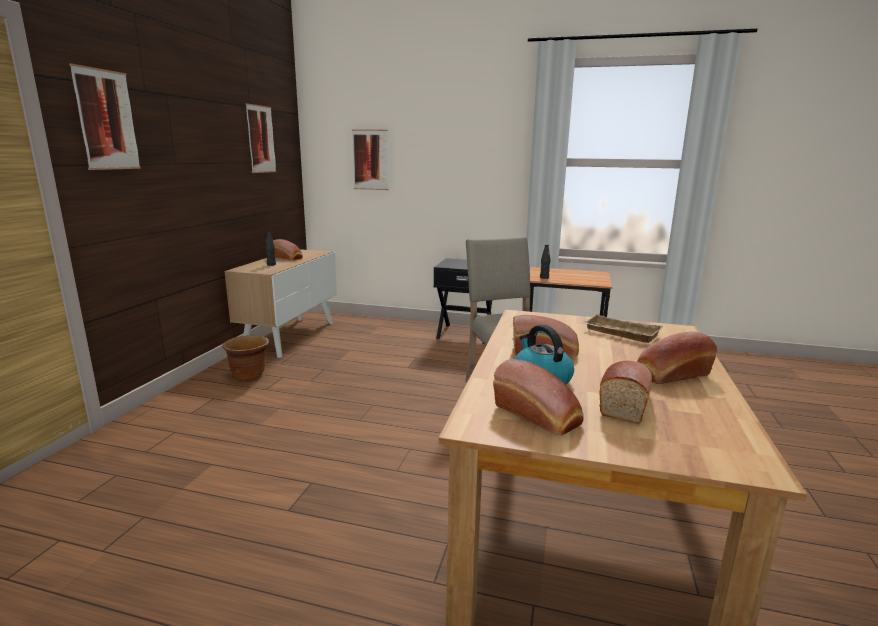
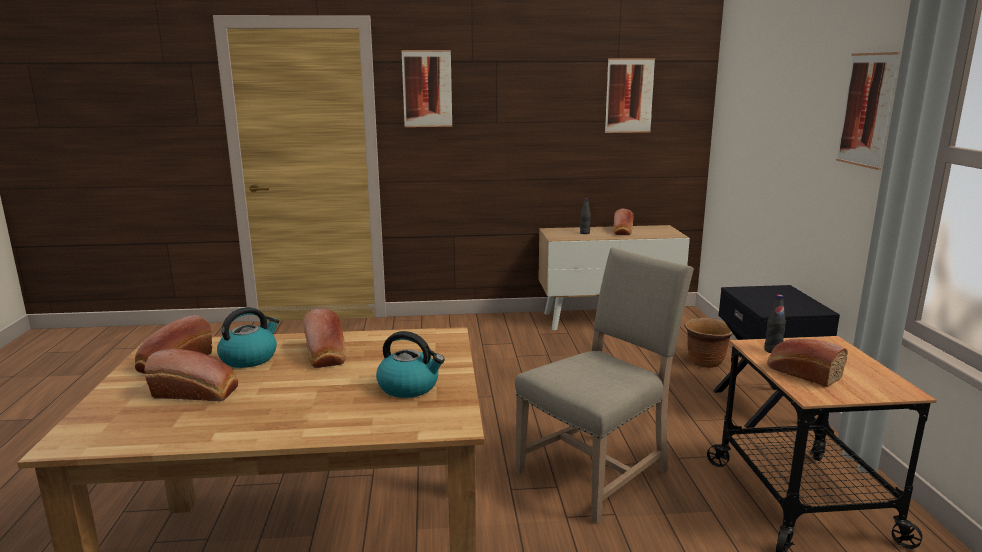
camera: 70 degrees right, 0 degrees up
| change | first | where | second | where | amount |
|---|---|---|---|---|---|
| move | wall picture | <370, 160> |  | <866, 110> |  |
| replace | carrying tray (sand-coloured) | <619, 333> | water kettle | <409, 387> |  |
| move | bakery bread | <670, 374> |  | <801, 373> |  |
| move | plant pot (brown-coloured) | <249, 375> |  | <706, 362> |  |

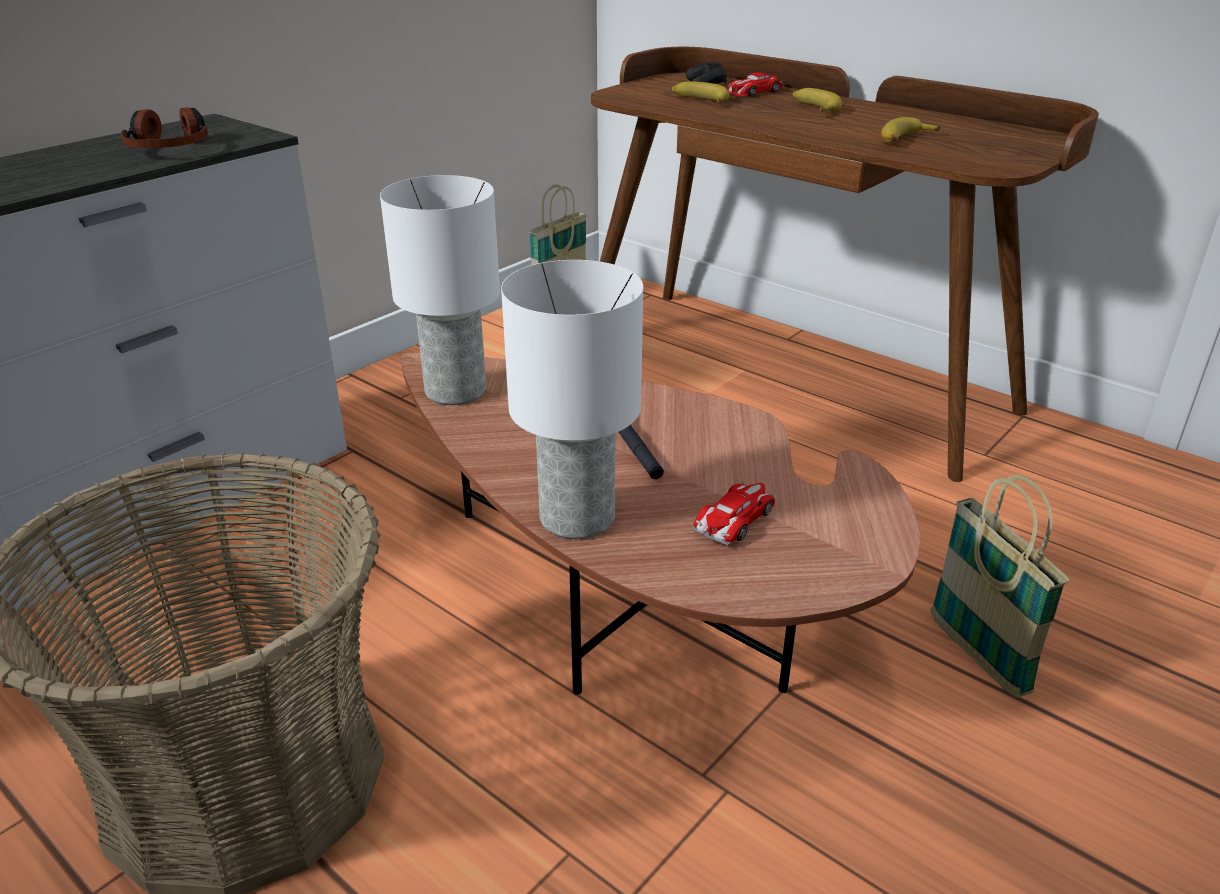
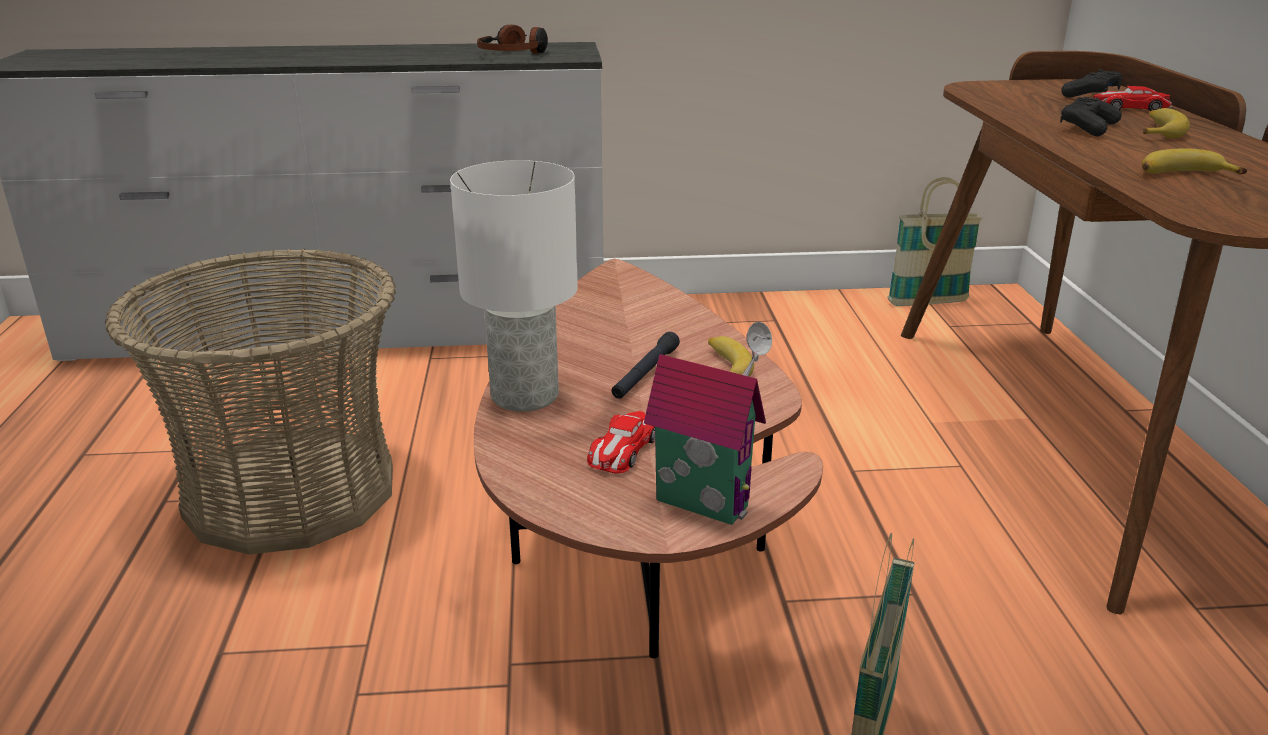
camera: 45 degrees right, 5 degrees down
| change | first | where | second | where | amount |
|---|---|---|---|---|---|
| move | banana | <699, 100> |  | <724, 367> |  |
| delete | table lamp (white) | <453, 391> |  |  |  |
| rotate | toy car | <735, 519> |  | <623, 449> | 120 degrees clockwise |
| insert |  |  | joypad (blackish) | <1088, 128> |  |
| insert |  |  | miniature house | <705, 500> |  |

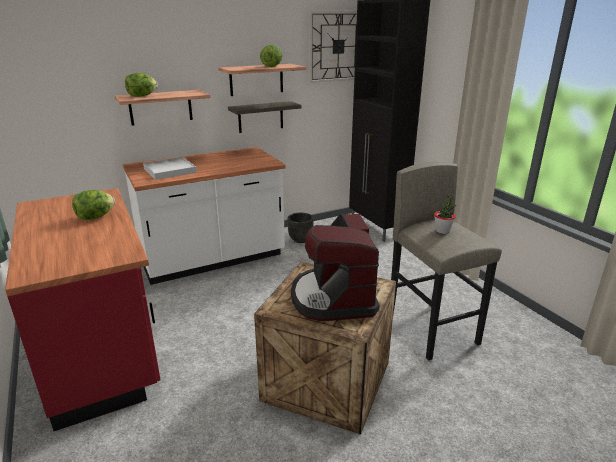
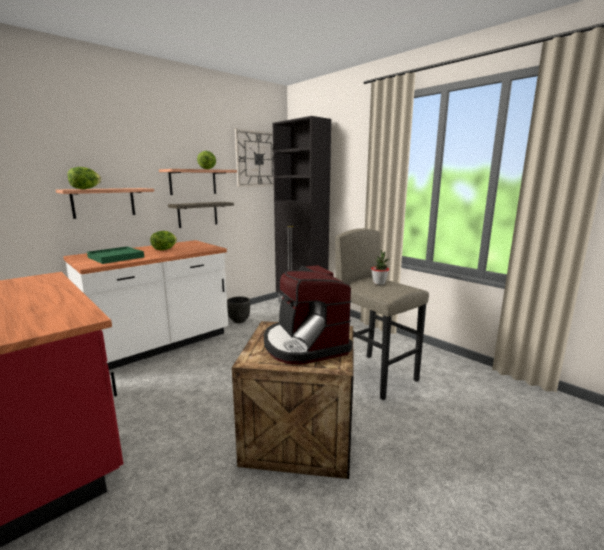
camera: 15 degrees left, 10 degrees down
| change | first | where | second | where | amount |
|---|---|---|---|---|---|
| recolor | carrying tray (white) | <169, 170> | carrying tray (green-coloured) | <116, 257> |  |
| move | lettuce head | <95, 217> |  | <164, 249> |  |

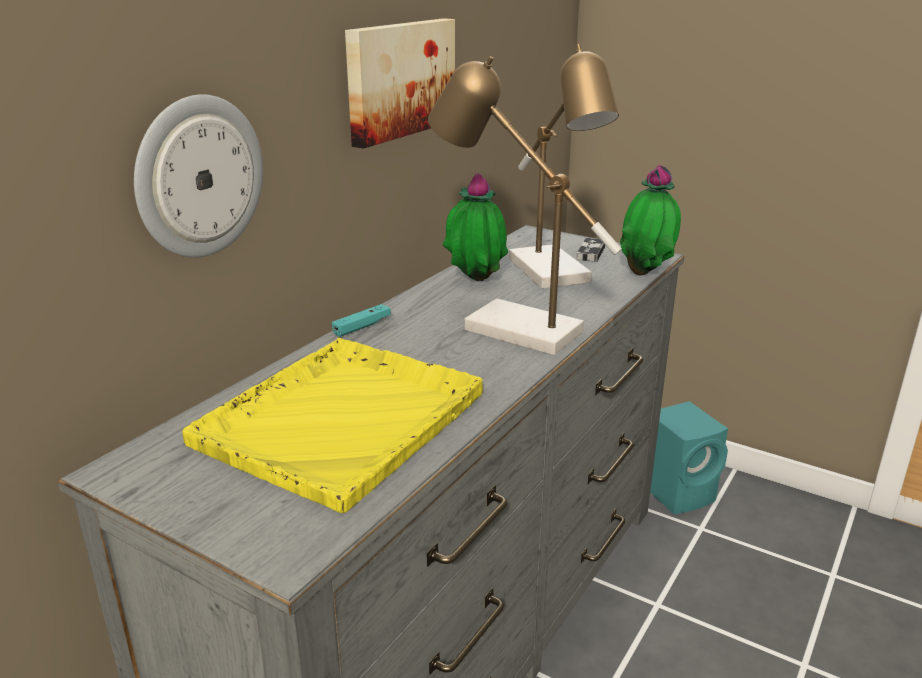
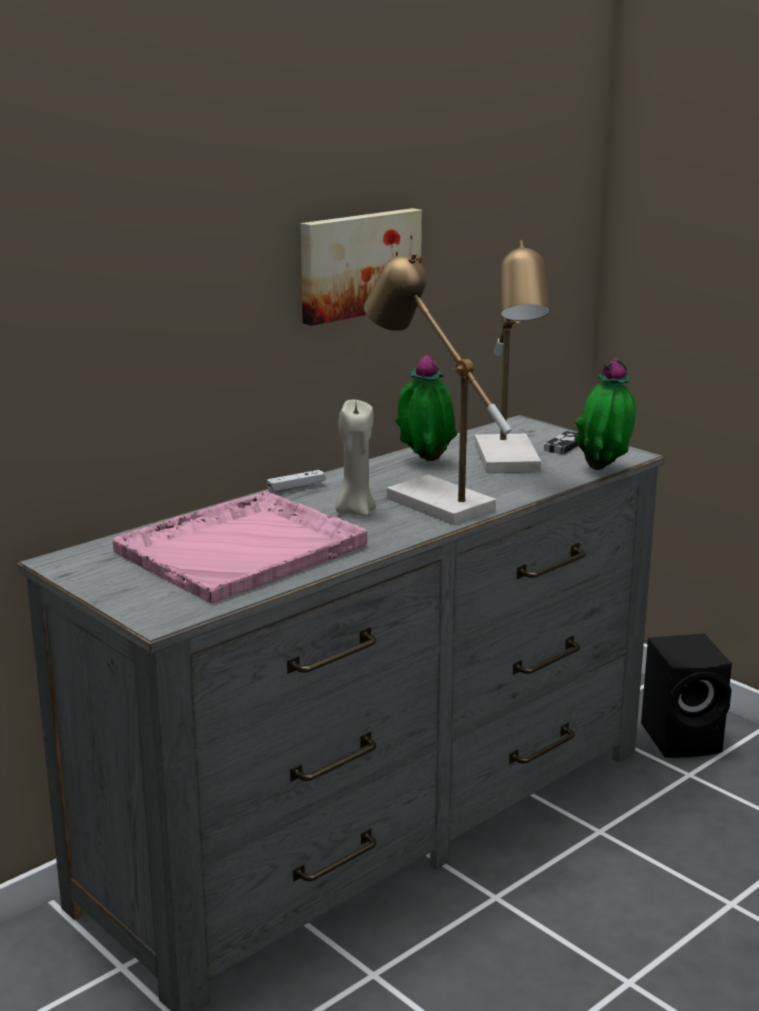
camera: 15 degrees right, 5 degrees down
| change | first | where | second | where | amount |
|---|---|---|---|---|---|
| delete | wall clock | <199, 177> |  |  |  |
| recolor | joypad (turquoise-coloured) | <362, 326> | joypad (white) | <296, 488> |  |
| recolor | carrying tray (yellow) | <344, 418> | carrying tray (pinkish) | <243, 548> |  |
| recolor | audio speaker (turquoise-coloured) | <679, 492> | audio speaker (blackish) | <684, 738> |  |
| insert |  |  | wax light (sand-coloured) | <355, 511> |  |

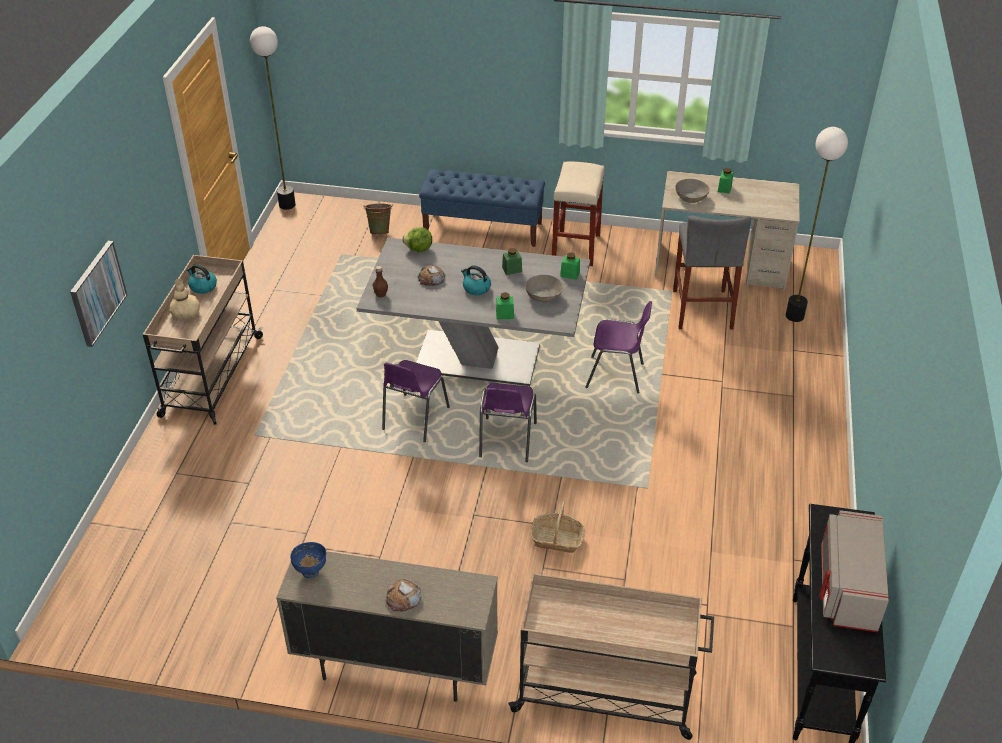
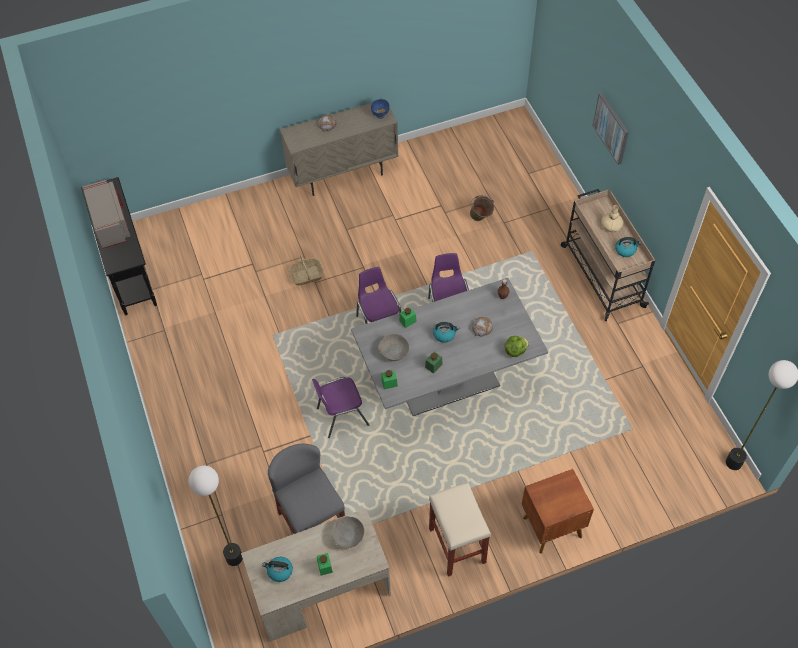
camera: 150 degrees right, 15 degrees up
| change | first | where | second | where | amount |
|---|---|---|---|---|---|
| replace | long seat (blue) | <483, 228> | bedside table (brown-coloured) | <551, 526> |  |
| move | pail (green-coloured) | <380, 231> |  | <480, 219> |  |
| delete | cart (sand-coloured) | <606, 693> |  |  |  |
| insert |  |  | water kettle | <279, 571> |  |

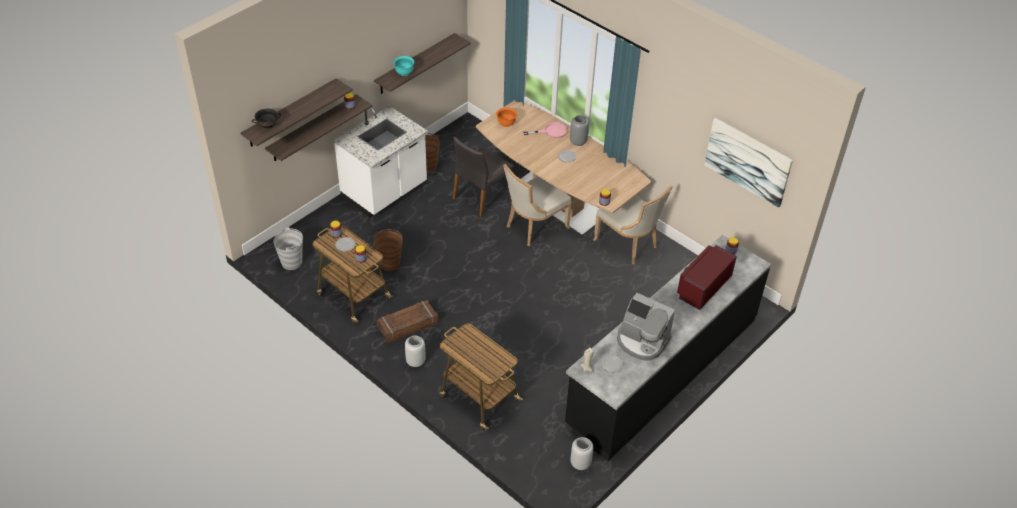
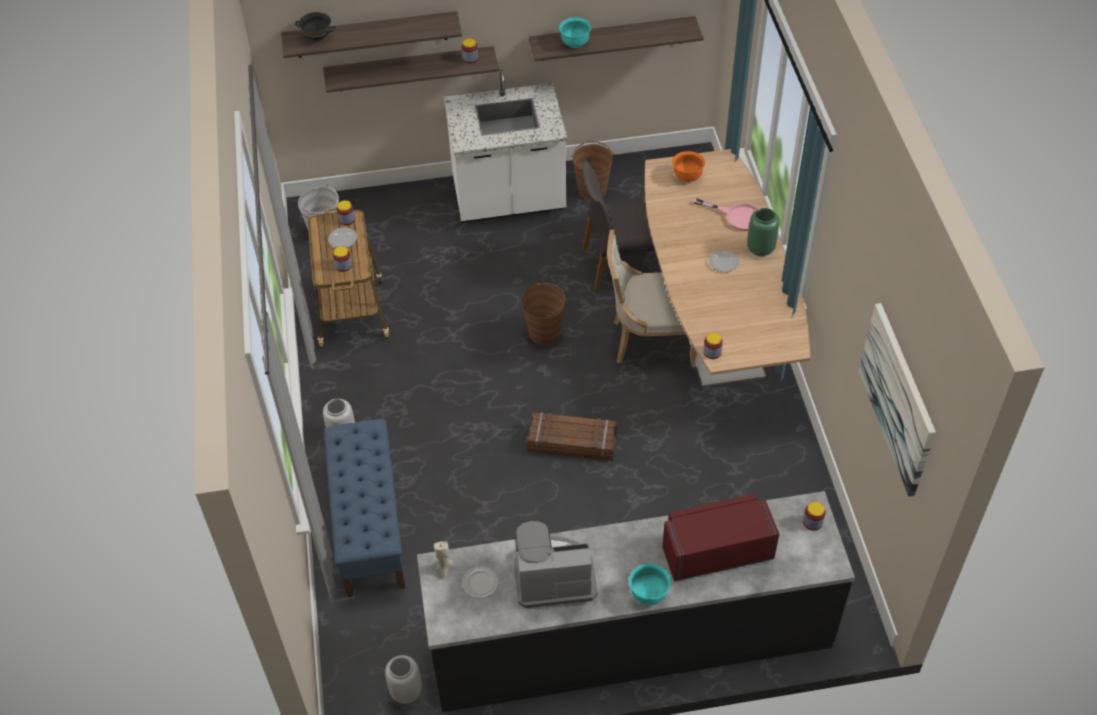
camera: 40 degrees right, 5 degrees up
| change | first | where | second | where | amount |
|---|---|---|---|---|---|
| recolor | flower vase (greyish) | <578, 142> | flower vase (green-coloured) | <760, 249> |  |
| delete | plain chair (sand-coloured) | <628, 244> |  |  |  |
| move | pail (brown-coloured) | <390, 263> |  | <544, 332> |  |
| rotate | coffee maker | <642, 341> |  | <553, 576> | 105 degrees clockwise |
| move | crate | <407, 325> |  | <572, 442> |  |
| replace | cart | <478, 397> | long seat (blue) | <369, 525> |  |
| insert |  |  | deep dish (turquoise-coloured) | <649, 594> |  |

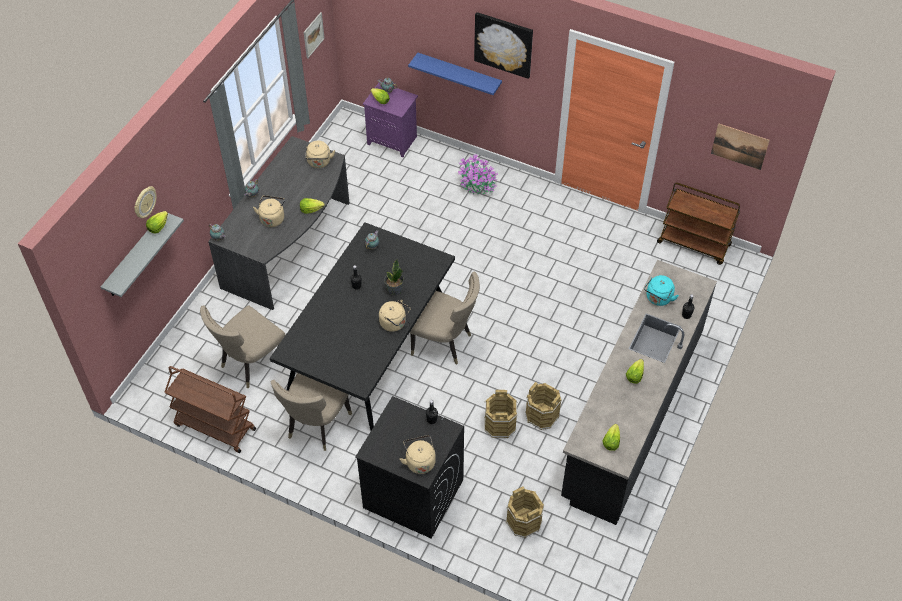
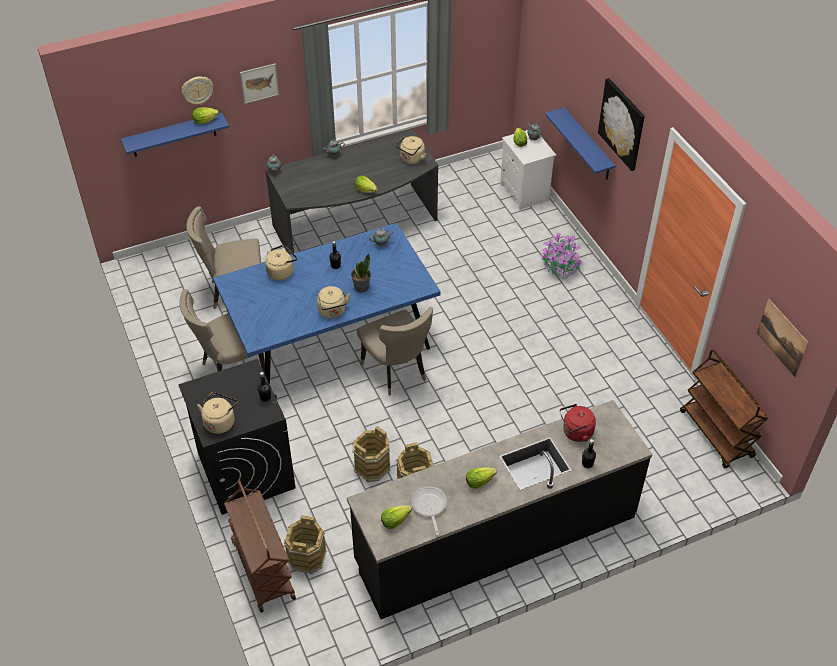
camera: 40 degrees right, 5 degrees down
| change | first | where | second | where | amount |
|---|---|---|---|---|---|
| move | wall picture | <313, 35> |  | <259, 83> |  |
| recolor | bedside table (purple-coloured) | <393, 140> | bedside table (white) | <525, 193> |  |
| move | water kettle (sand-coloured) | <272, 218> |  | <281, 272> |  |
| recolor | wall shelf (greyish) | <135, 256> | wall shelf (blue) | <173, 135> |  |
| recolor | kitchen table (blackish) | <369, 352> | kitchen table (blue) | <330, 341> |  |
| recolor | water kettle (turquoise-coloured) | <658, 299> | water kettle (reddish) | <575, 433> |  |
| move | cart (brown-coloured) | <214, 427> |  | <262, 569> |  |
| insert |  |  | pan | <429, 507> |  |

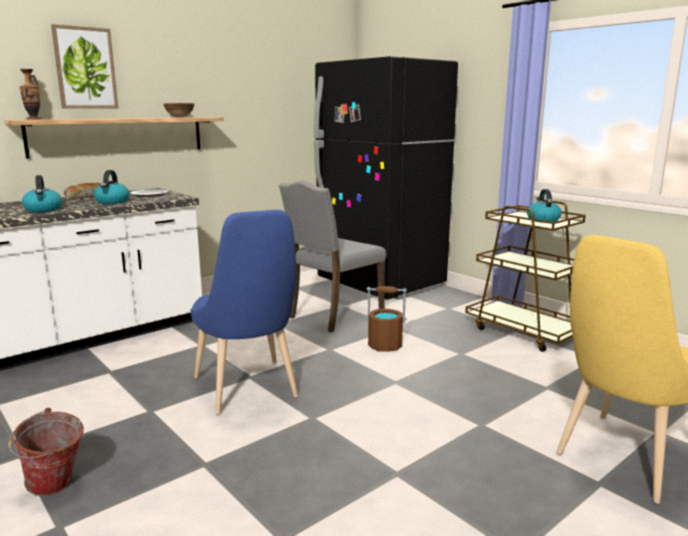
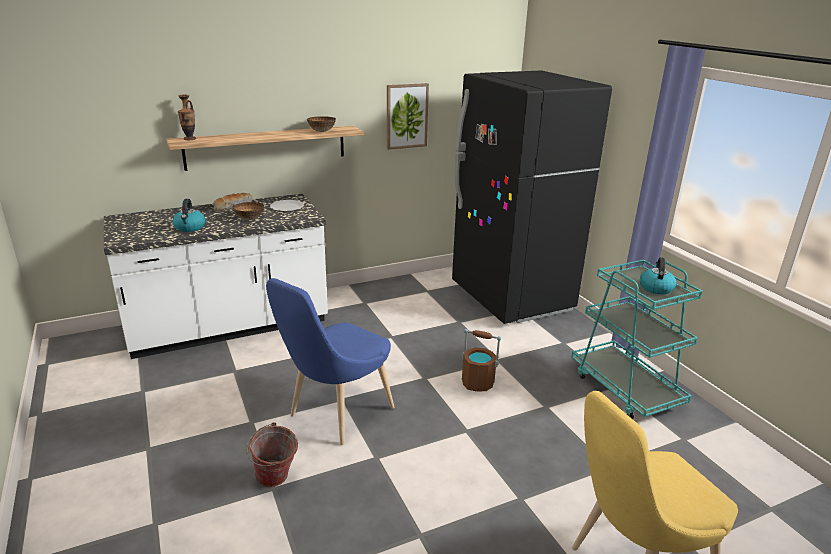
camera: 15 degrees right, 10 degrees up
| change | first | where | second | where | amount |
|---|---|---|---|---|---|
| move | wall picture | <85, 68> |  | <406, 116> |  |
| replace | water kettle | <112, 202> | deep dish | <250, 219> |  |
| delete | plain chair (greyish) | <333, 315> |  |  |  |
| recolor | cart (brown-coloured) | <524, 331> | cart (turquoise-coloured) | <625, 388> |  |
| rotate | plain chair (blue) | <248, 390> |  | <336, 415> | 45 degrees clockwise |
| move | pail | <54, 488> |  | <275, 481> |  |

